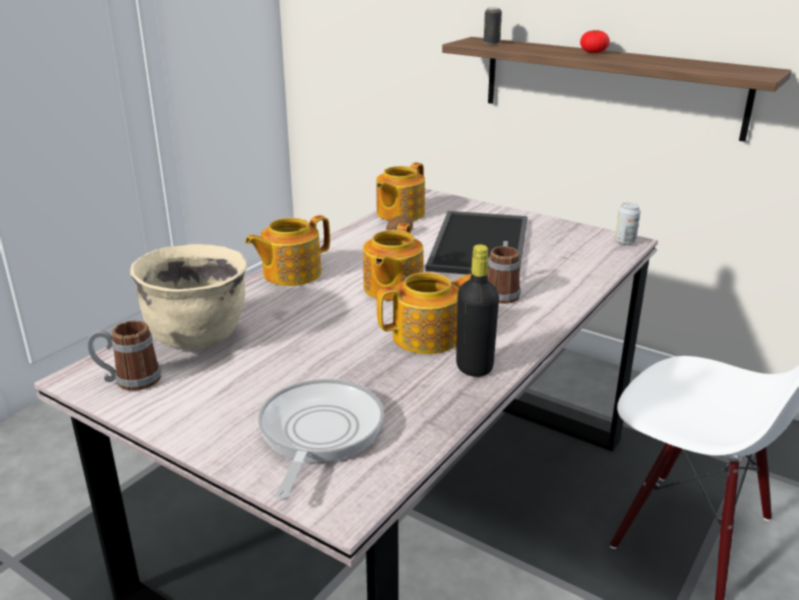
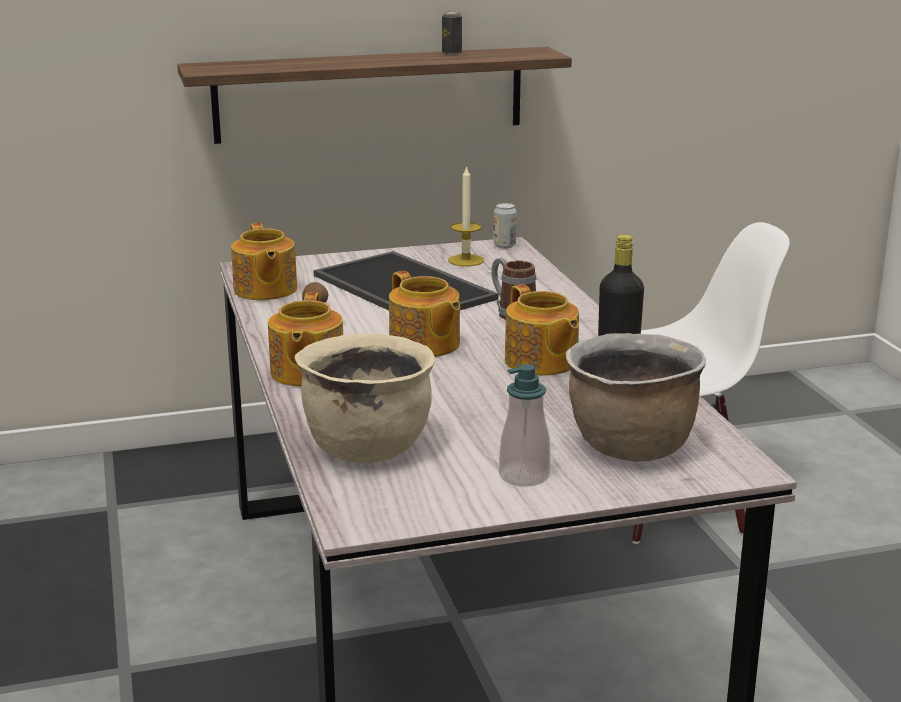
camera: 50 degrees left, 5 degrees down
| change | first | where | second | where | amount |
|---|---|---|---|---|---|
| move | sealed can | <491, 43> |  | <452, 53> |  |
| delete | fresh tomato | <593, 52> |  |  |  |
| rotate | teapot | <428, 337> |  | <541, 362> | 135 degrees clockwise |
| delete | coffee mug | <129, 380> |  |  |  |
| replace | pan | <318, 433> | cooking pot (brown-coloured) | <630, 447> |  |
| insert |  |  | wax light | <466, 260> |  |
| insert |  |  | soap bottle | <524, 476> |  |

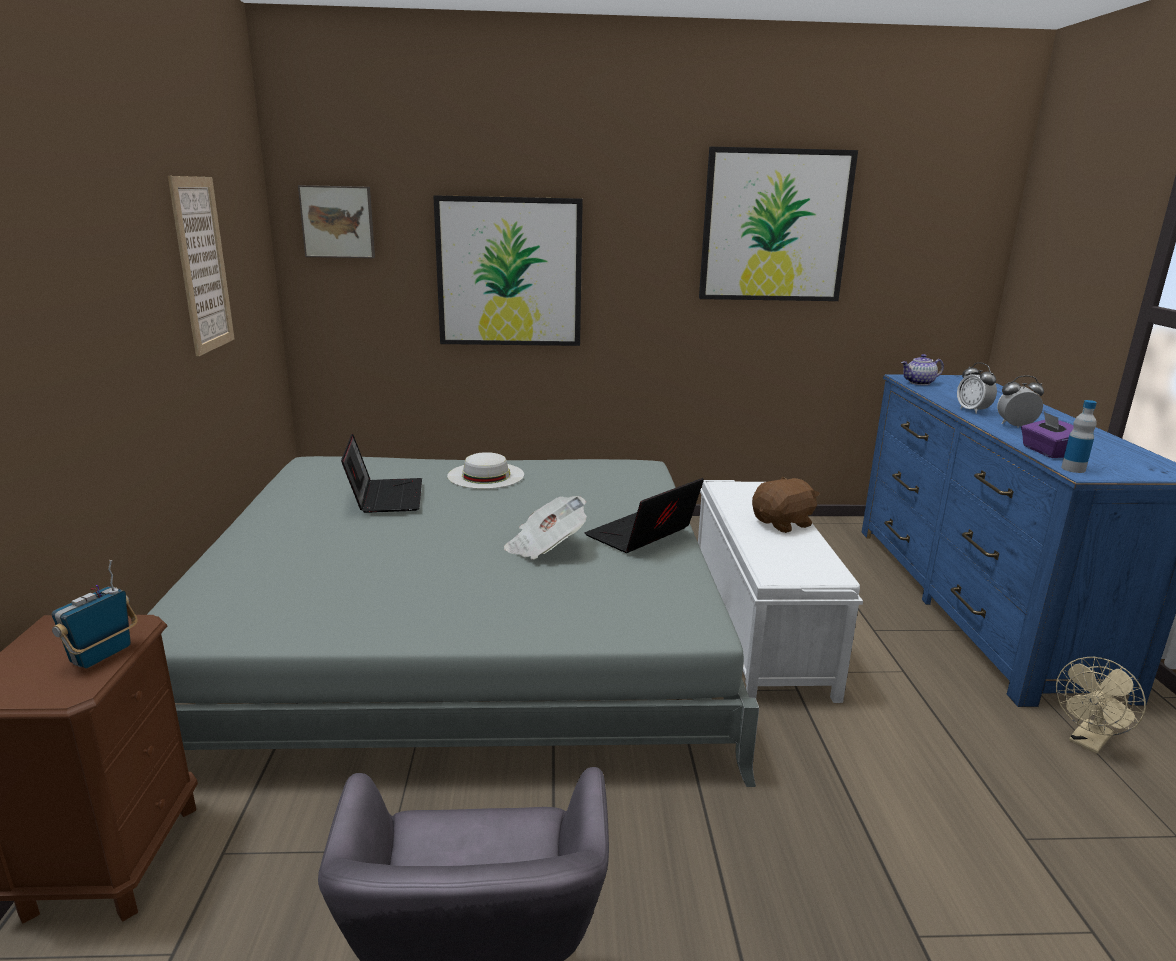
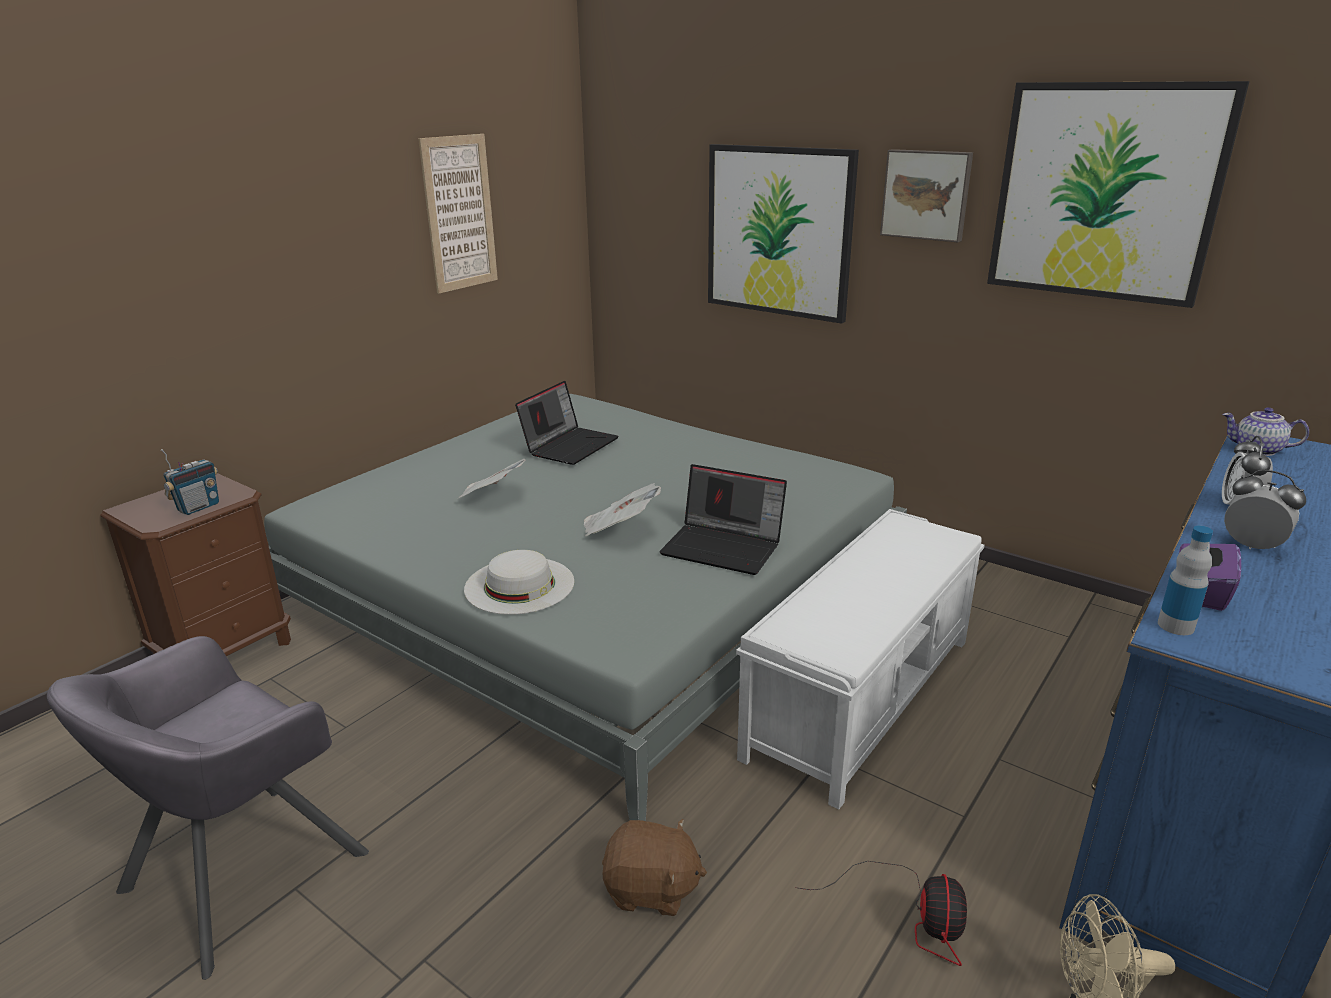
camera: 40 degrees right, 5 degrees up
| change | first | where | second | where | amount |
|---|---|---|---|---|---|
| move | wall picture | <338, 222> |  | <926, 194> |  |
| move | wearable hat (white) | <486, 475> |  | <519, 585> |  |
| move | plush toy (brown-coloured) | <783, 523> |  | <651, 889> |  |
| rotate | laptop | <642, 535> |  | <724, 547> | 150 degrees counterclockwise |
| rotate | radio | <102, 655> |  | <198, 507> | 150 degrees clockwise |
| insert |  |  | newspaper | <493, 496> |  |
| insert |  |  | fan | <911, 916> |  |

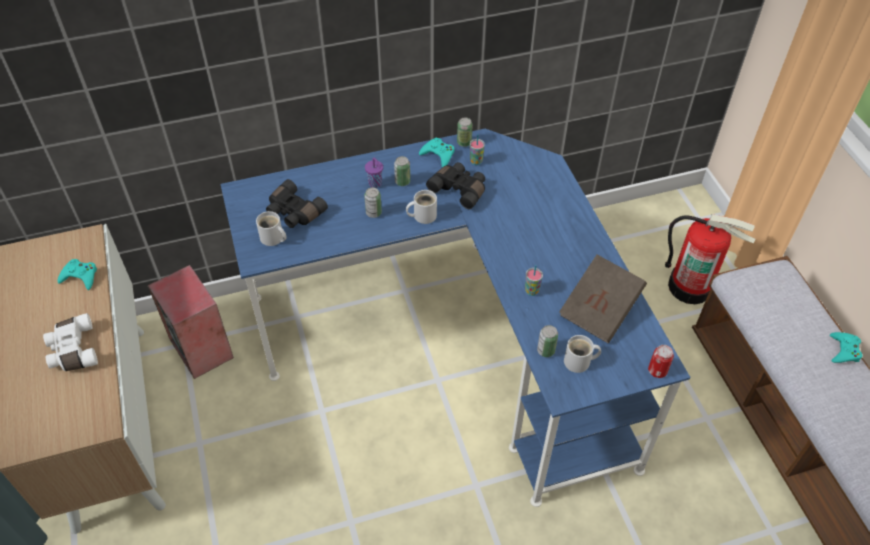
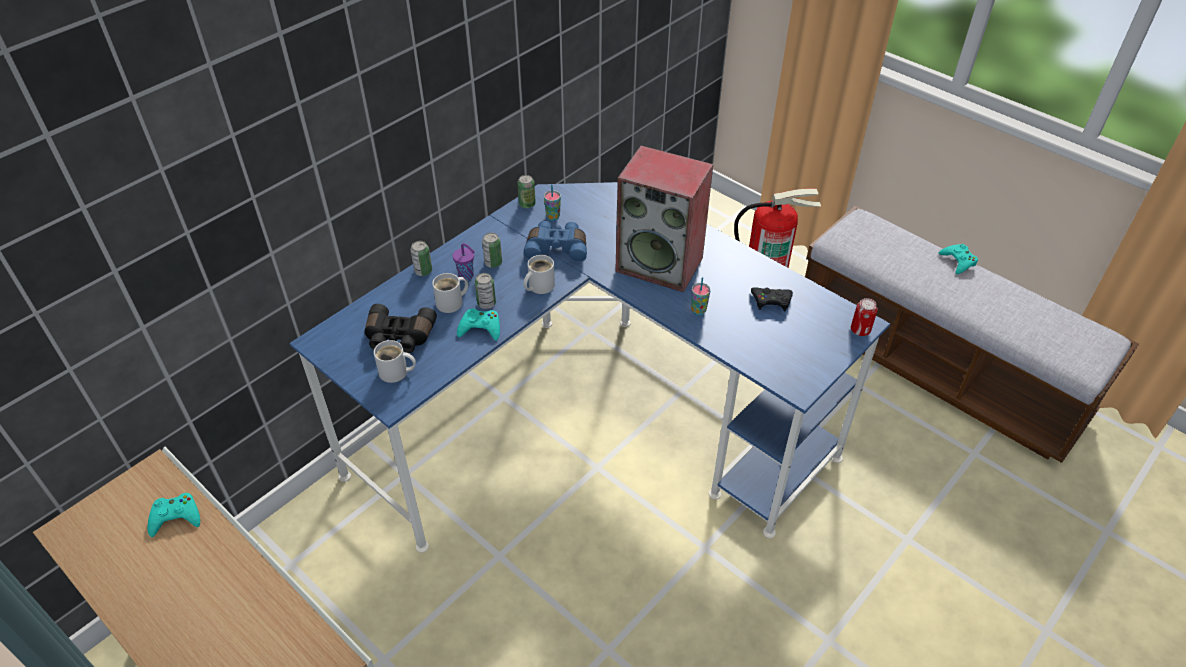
camera: 30 degrees left, 5 degrees down
| change | first | where | second | where | amount |
|---|---|---|---|---|---|
| move | joypad (turquoise-coloured) | <438, 155> |  | <480, 328> |  |
| recolor | binoculars (blackish) | <459, 189> | binoculars (blue) | <557, 248> |  |
| replace | volume (brown-coloured) | <599, 310> | joypad (blackish) | <771, 301> |  |
| move | audio speaker | <202, 349> |  | <661, 264> |  |
| delete | binoculars (white) | <72, 350> |  |  |  |
| move | sealed can | <545, 350> |  | <423, 271> |  |
| move | coffee mug (white) | <579, 362> |  | <452, 303> |  |

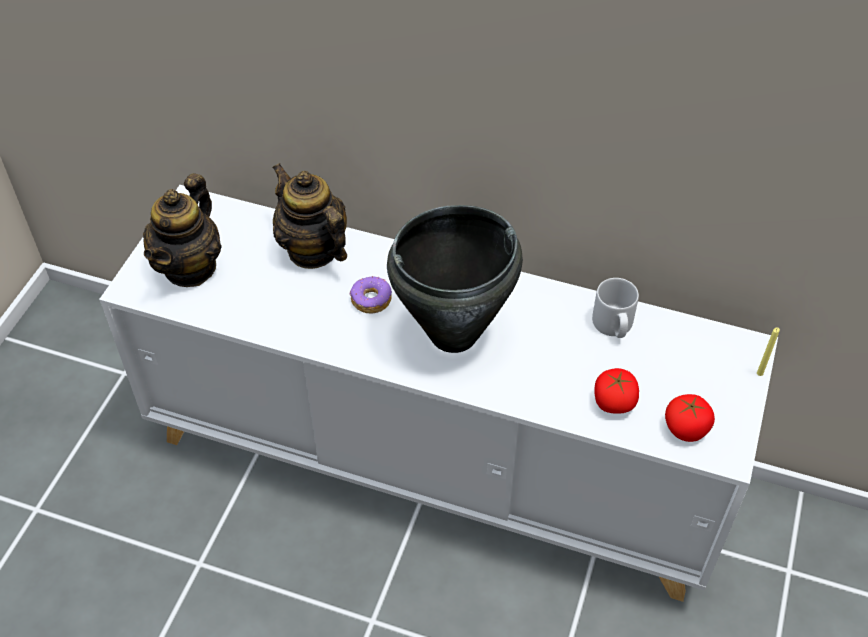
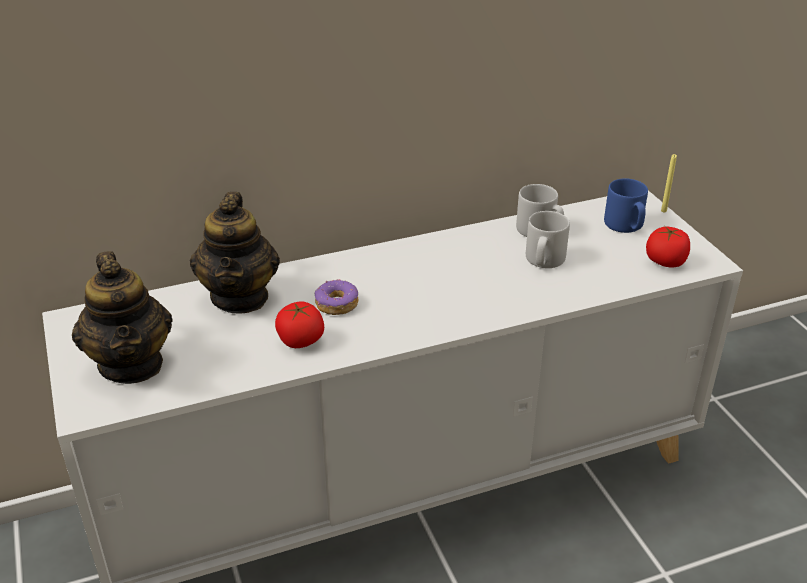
camera: 40 degrees left, 15 degrees down
| change | first | where | second | where | amount |
|---|---|---|---|---|---|
| rotate | teapot | <313, 250> |  | <240, 297> | 105 degrees counterclockwise |
| delete | cooking pot (blackish) | <454, 334> |  |  |  |
| move | fresh tomato | <613, 402> |  | <300, 341> |  |
| insert |  |  | coffee mug (blue) | <625, 226> |  |
| insert |  |  | coffee mug (greyish) | <543, 261> |  |

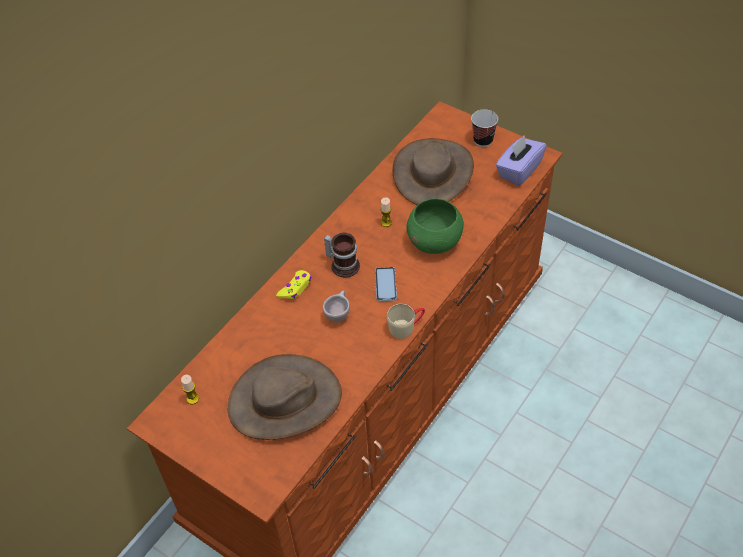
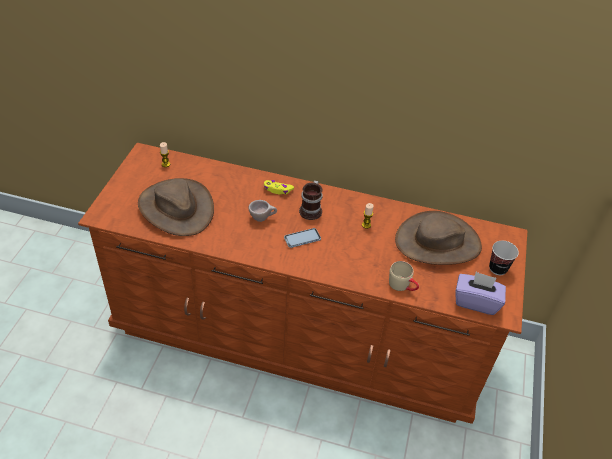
camera: 65 degrees right, 5 degrees down
| change | first | where | second | where | amount |
|---|---|---|---|---|---|
| delete | deep dish (green-coloured) | <435, 242> |  |  |  |
| move | coffee mug (sand-coloured) | <406, 326> |  | <403, 286> |  |

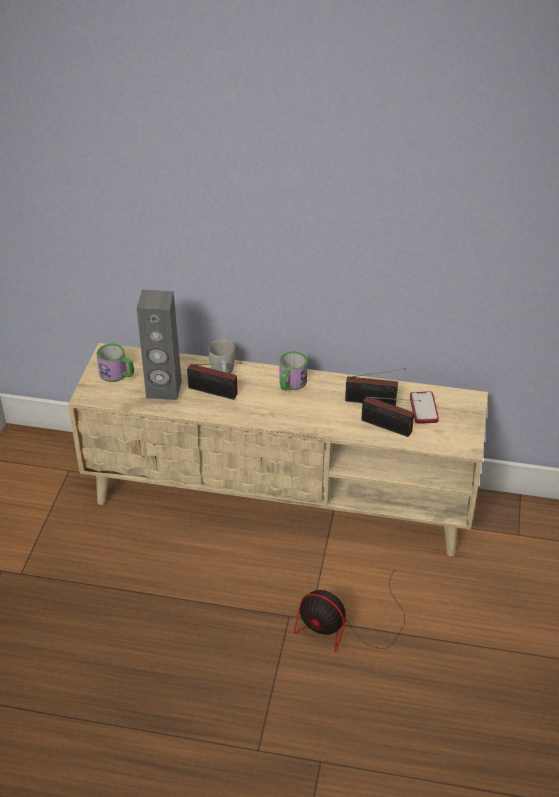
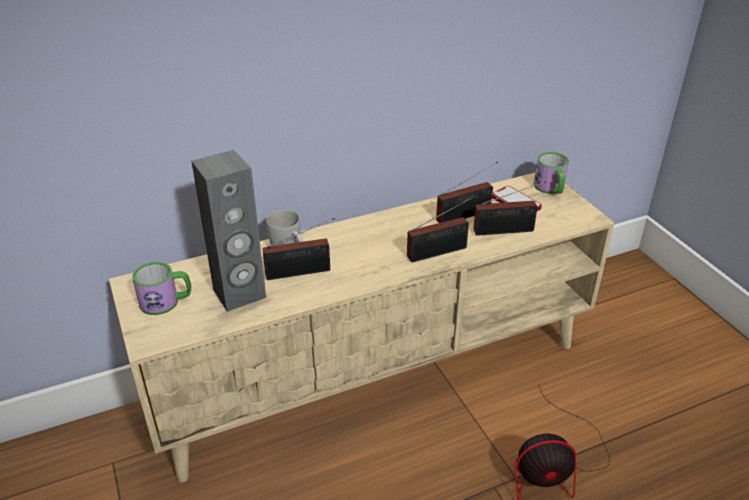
camera: 35 degrees left, 5 degrees down
| change | first | where | second | where | amount |
|---|---|---|---|---|---|
| move | coffee mug | <290, 384> |  | <551, 188> |  |
| insert |  |  | radio | <440, 252> |  |

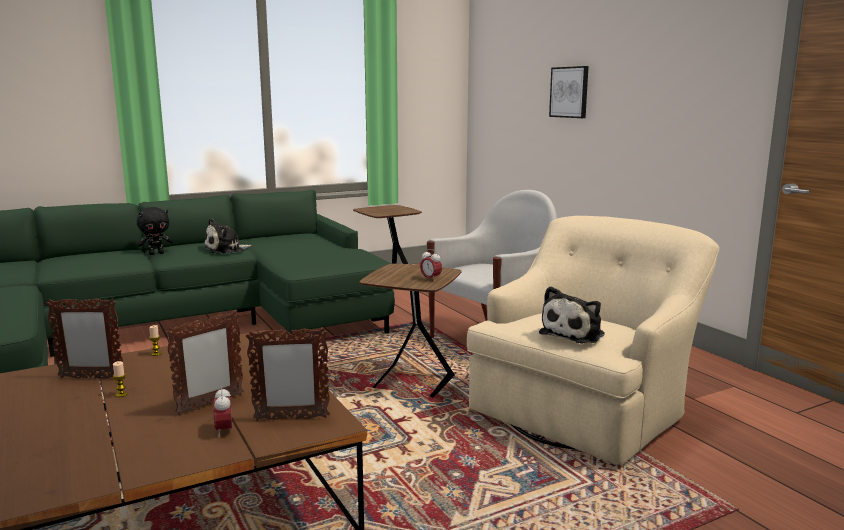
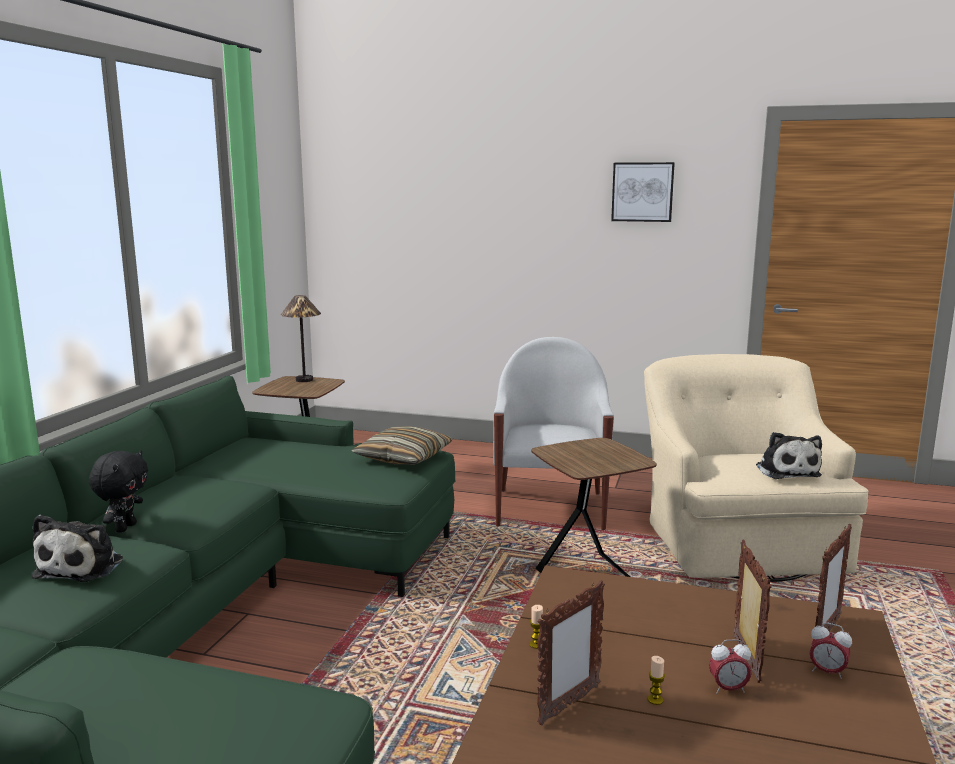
camera: 45 degrees left, 0 degrees up
| change | first | where | second | where | amount |
|---|---|---|---|---|---|
| move | wall picture | <569, 92> |  | <642, 192> |  |
| move | plush toy | <226, 250> |  | <83, 566> |  |
| move | table clock | <430, 279> |  | <728, 689> |  |
| insert |  |  | table lamp | <304, 380> |  |
| insert |  |  | cushion | <404, 457> |  |

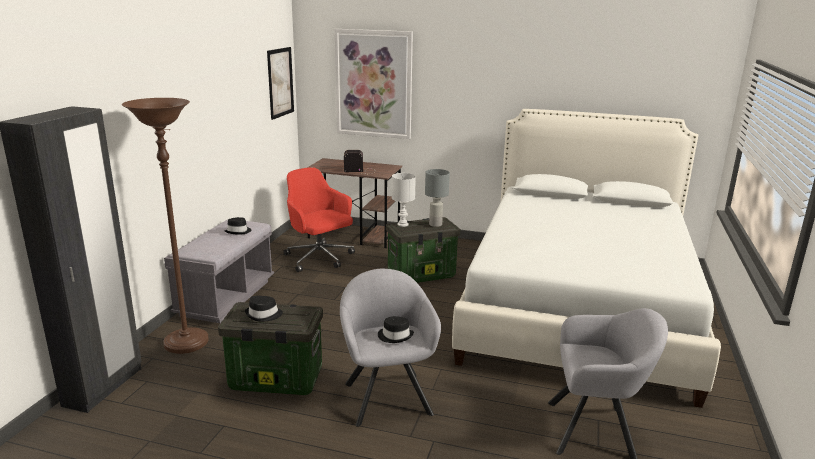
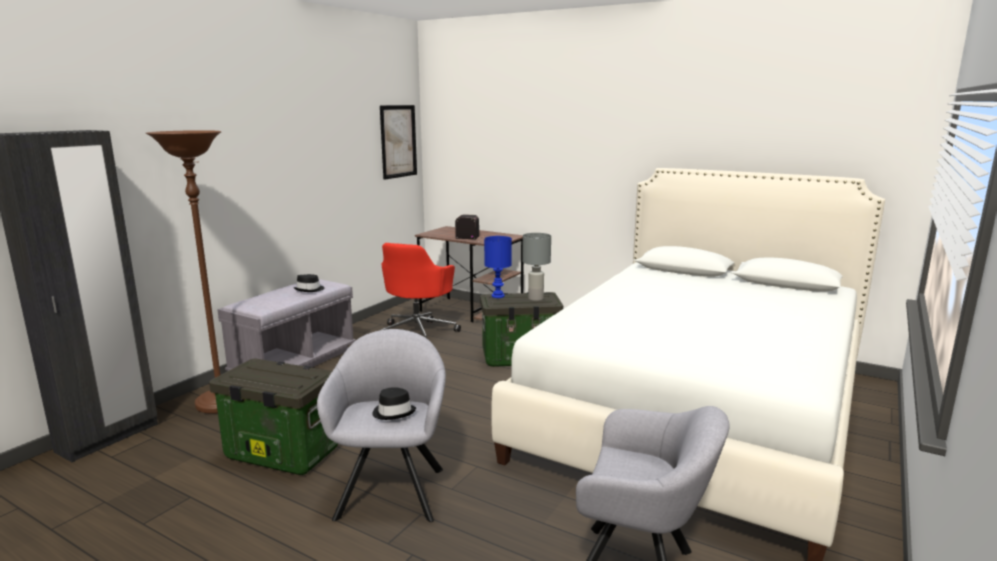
camera: 15 degrees right, 5 degrees down
| change | first | where | second | where | amount |
|---|---|---|---|---|---|
| delete | wall picture | <373, 84> |  |  |  |
| rotate | computer chair (reddish) | <319, 258> |  | <418, 332> | 135 degrees counterclockwise |
| recolor | table lamp (white) | <403, 224> | table lamp (blue) | <498, 296> |  |
| delete | wearable hat (blackish) | <263, 315> |  |  |  |

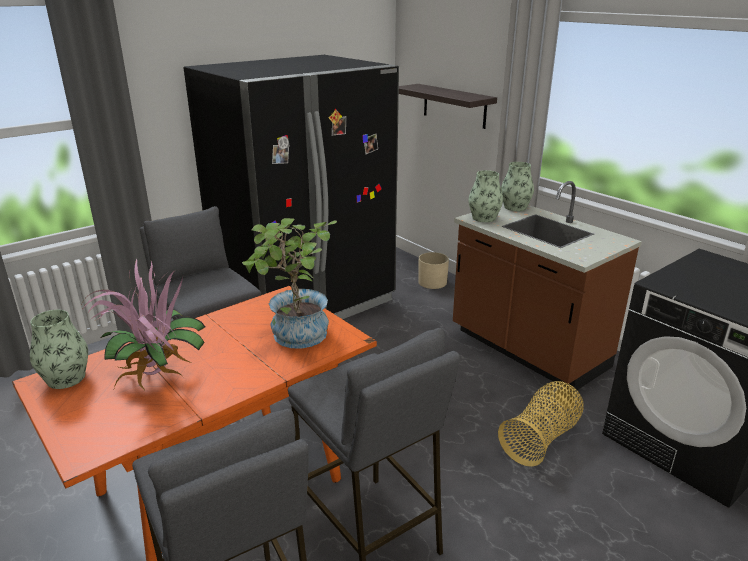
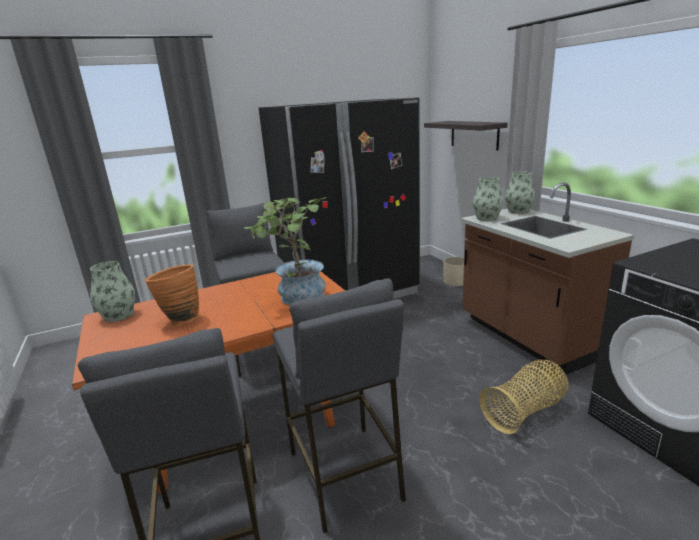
camera: 15 degrees right, 5 degrees down
| change | first | where | second | where | amount |
|---|---|---|---|---|---|
| replace | plant in a pot | <158, 379> | flower vase (orange-coloured) | <180, 320> |  |

